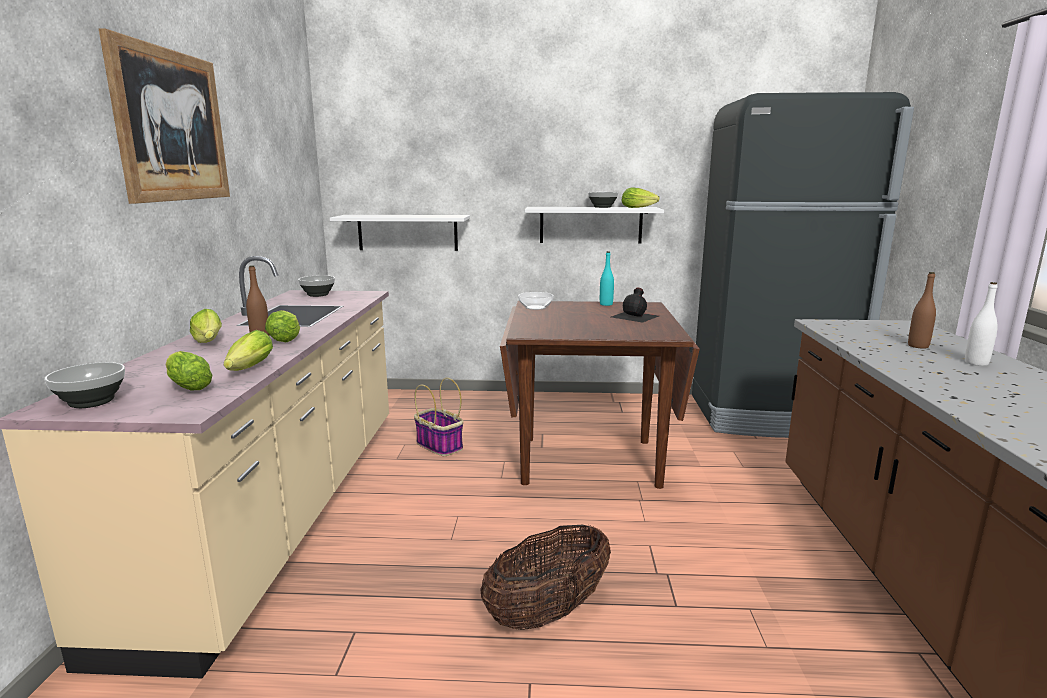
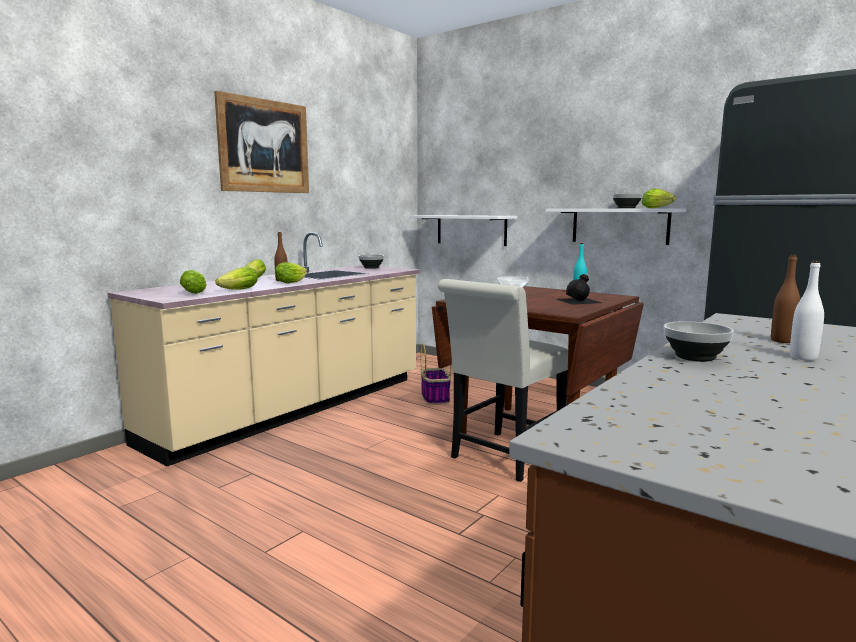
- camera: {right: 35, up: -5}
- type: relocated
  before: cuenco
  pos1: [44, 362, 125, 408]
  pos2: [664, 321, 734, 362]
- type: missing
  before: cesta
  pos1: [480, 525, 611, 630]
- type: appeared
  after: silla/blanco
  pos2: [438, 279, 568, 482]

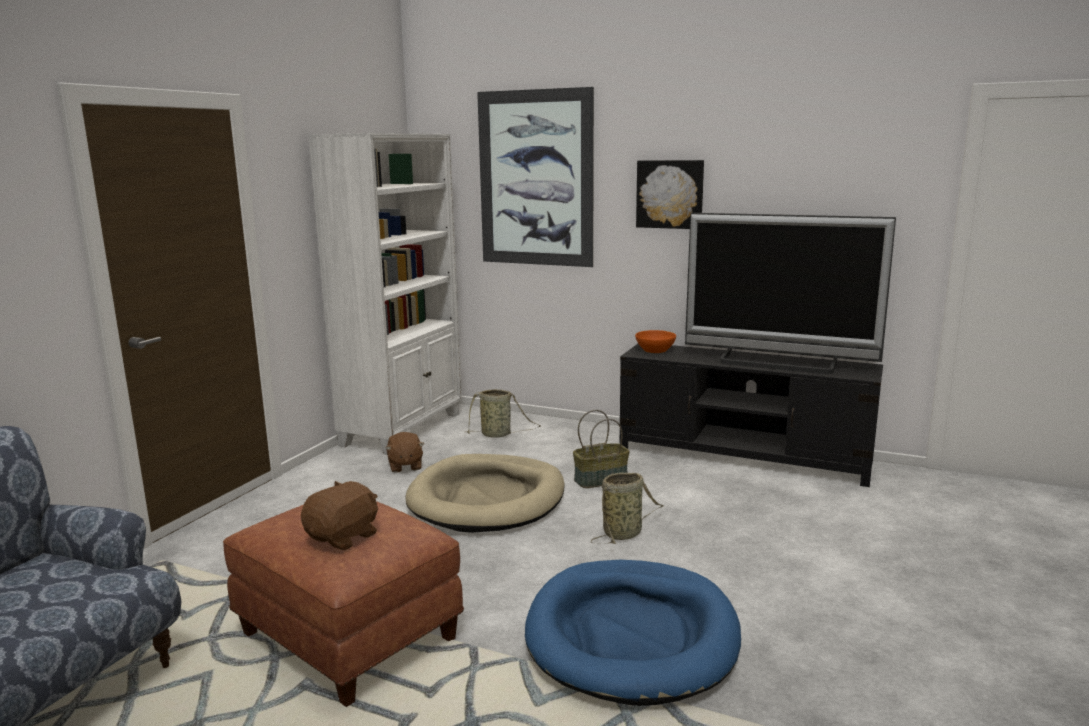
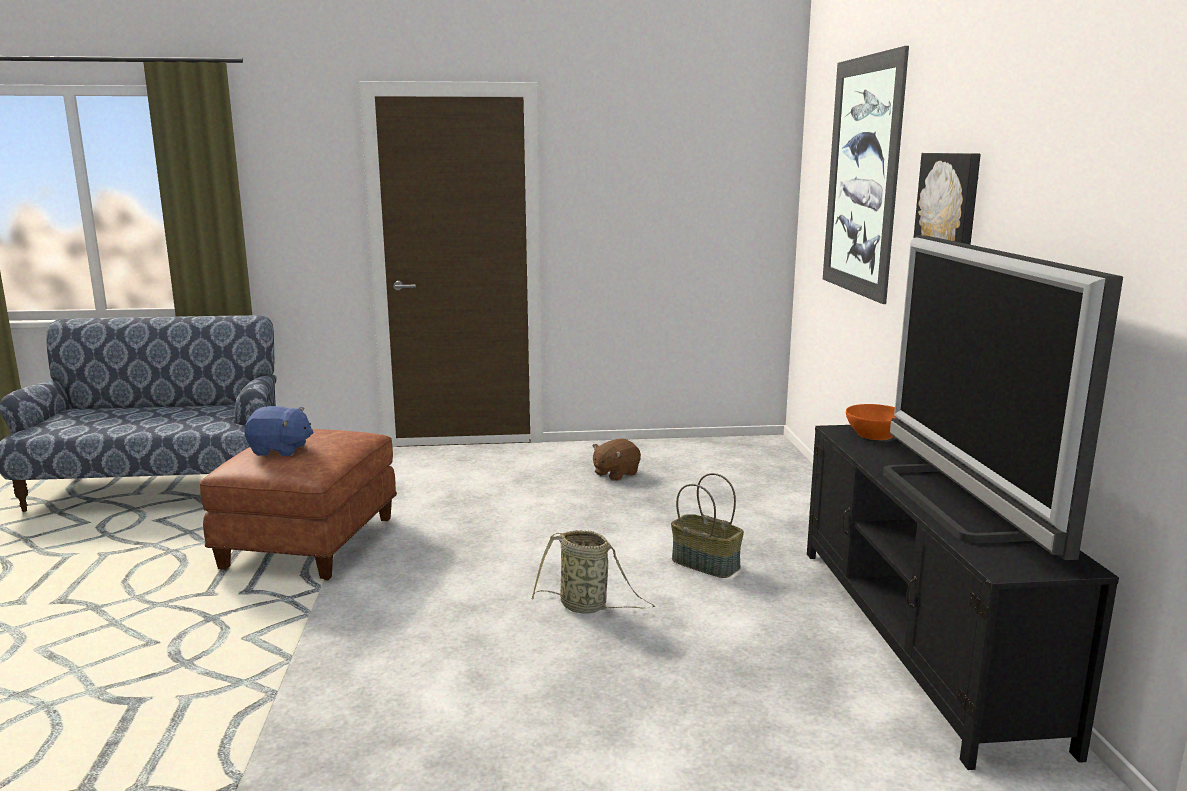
- camera: {right: 60, up: 0}
- type: colour
  before: peluche/marrón
  after: peluche/azul
  pos1: [301, 481, 378, 550]
  pos2: [244, 406, 313, 456]
- type: missing
  before: estantería/blanco
  pos1: [308, 133, 462, 455]
- type: missing
  before: cama para perro/beis
  pos1: [405, 454, 565, 533]
- type: missing
  before: cesta
  pos1: [465, 389, 541, 438]
- type: missing
  before: cama para perro/azul
  pos1: [525, 560, 741, 706]

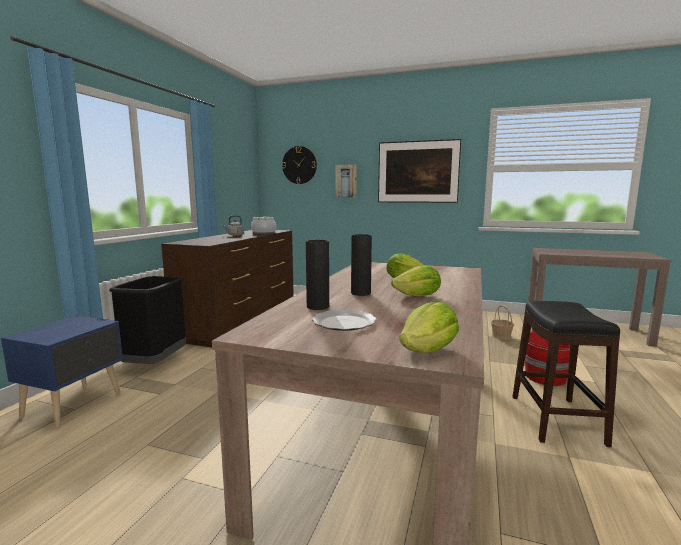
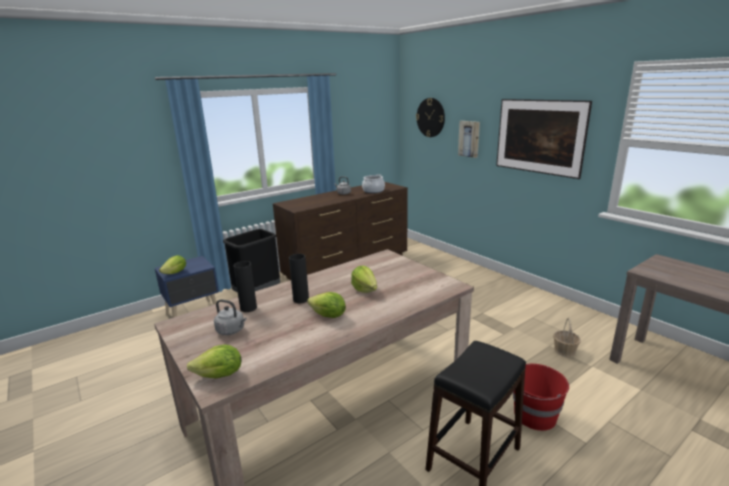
- camera: {right: 35, up: 10}
- type: exchanged
  before: plato
  after: hervidor/gris
  pos1: [312, 309, 377, 331]
  pos2: [214, 299, 247, 335]
- type: appeared
  after: lechuga
  pos2: [159, 255, 186, 274]

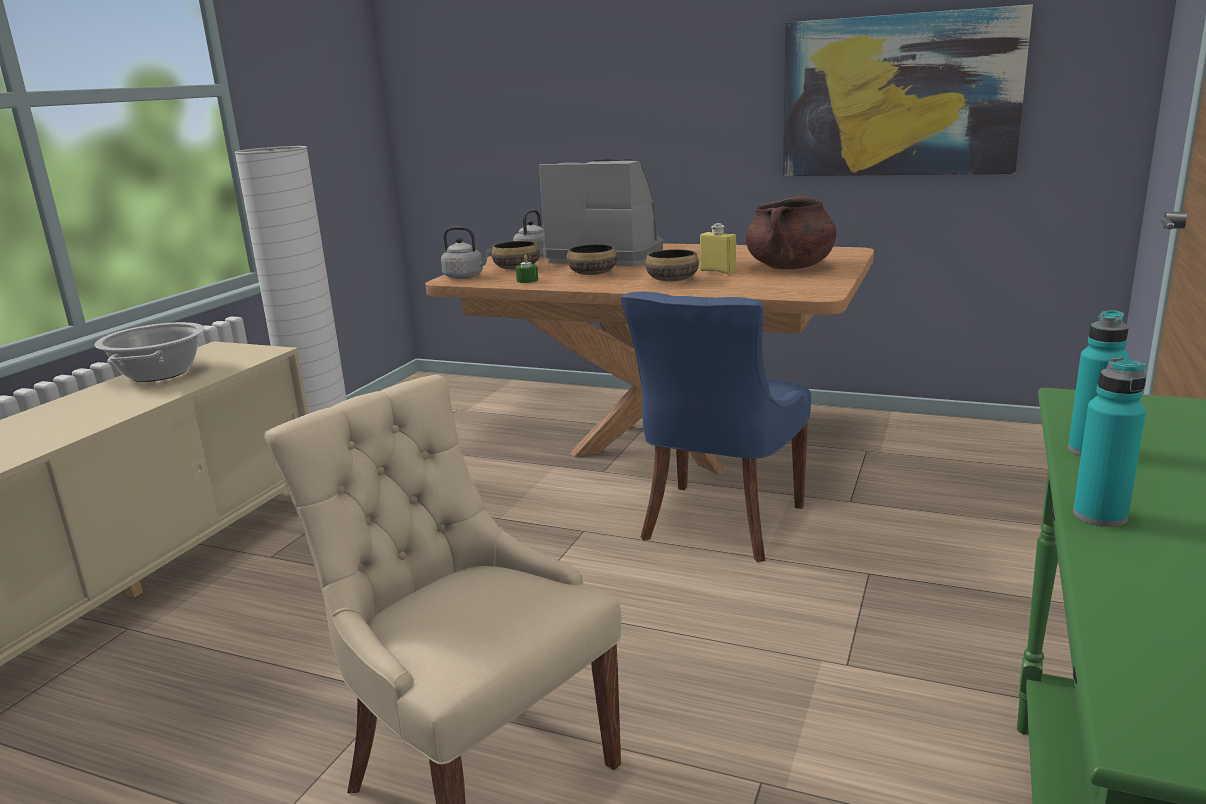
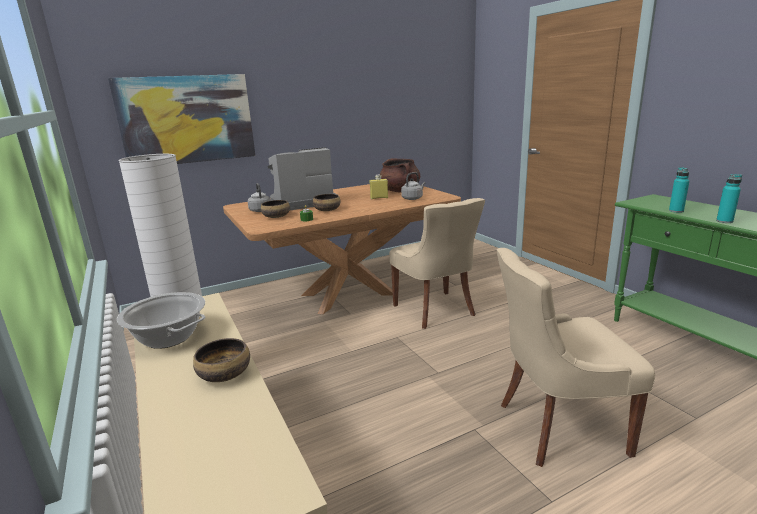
- camera: {right: -50, up: 0}
- type: relocated
  before: hervidor/gris
  pos1: [441, 227, 491, 279]
  pos2: [401, 172, 425, 200]
- type: colour
  before: silla/azul
  after: silla/beis
  pos1: [621, 291, 811, 562]
  pos2: [389, 198, 485, 329]
- type: relocated
  before: cuenco
  pos1: [646, 249, 699, 282]
  pos2: [193, 338, 250, 382]
- type: relocated
  before: cuadro
  pos1: [783, 4, 1033, 176]
  pos2: [108, 74, 255, 164]

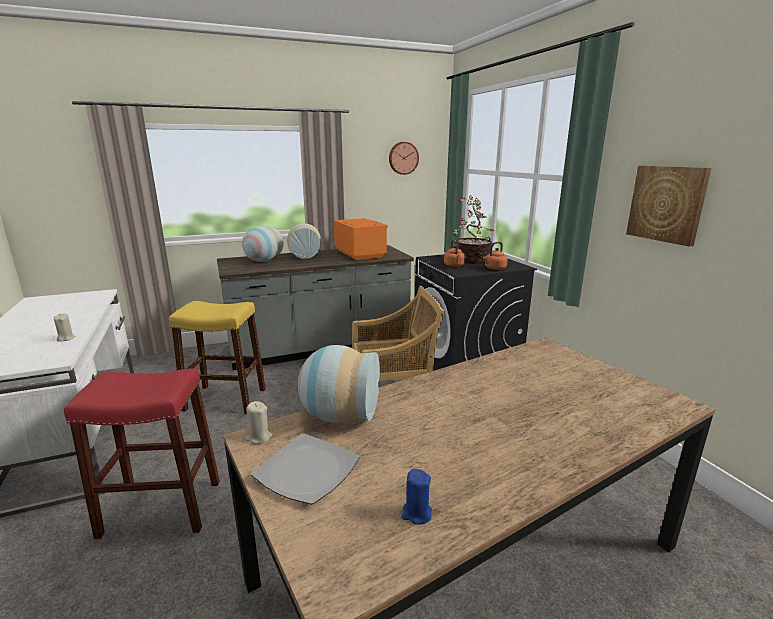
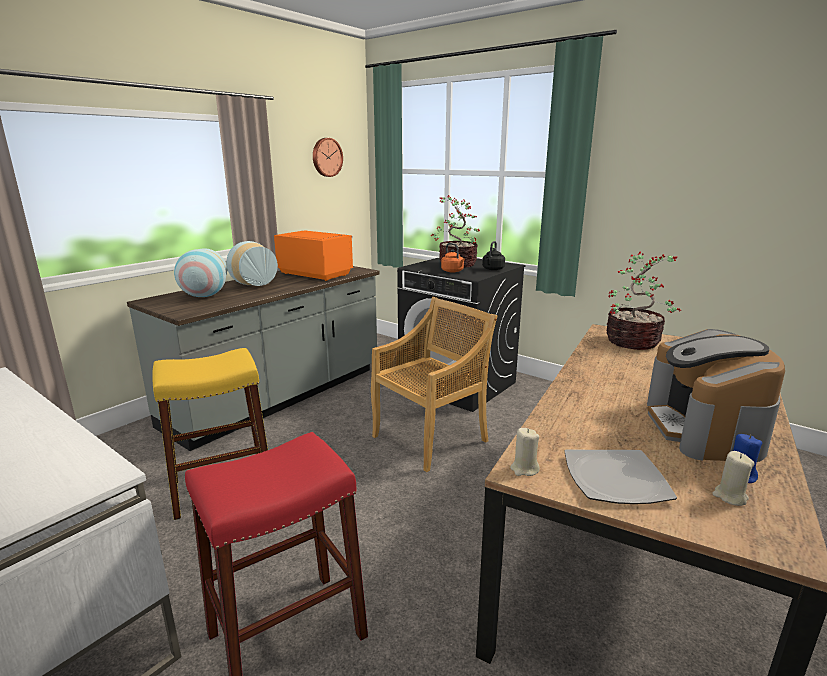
- camera: {right: -30, up: 0}
- type: relocated
  before: vela/beis
  pos1: [54, 313, 75, 342]
  pos2: [712, 451, 754, 506]
- type: missing
  before: florero
  pos1: [298, 345, 380, 422]
- type: colour
  before: hervidor/naranja
  after: hervidor/negro
  pos1: [483, 242, 508, 270]
  pos2: [482, 241, 505, 270]
- type: missing
  before: cuadro
  pos1: [626, 166, 711, 247]
- type: appeared
  after: planta en maceta
  pos2: [606, 251, 681, 350]
- type: appeared
  after: cafetera
  pos2: [647, 329, 785, 462]

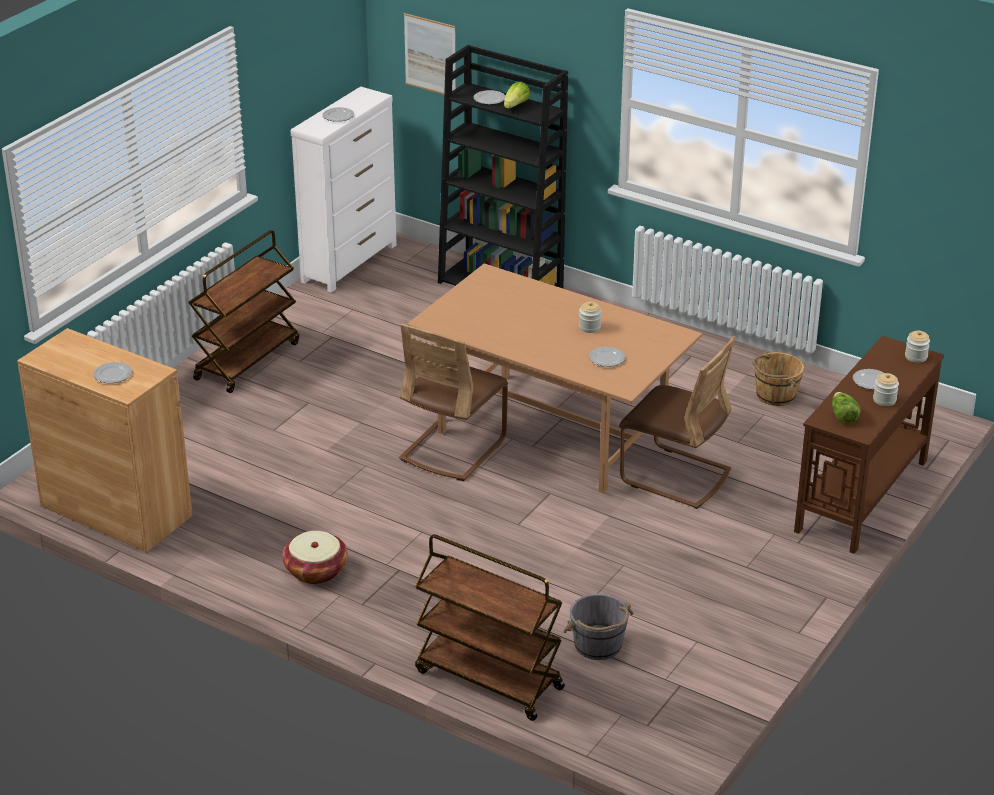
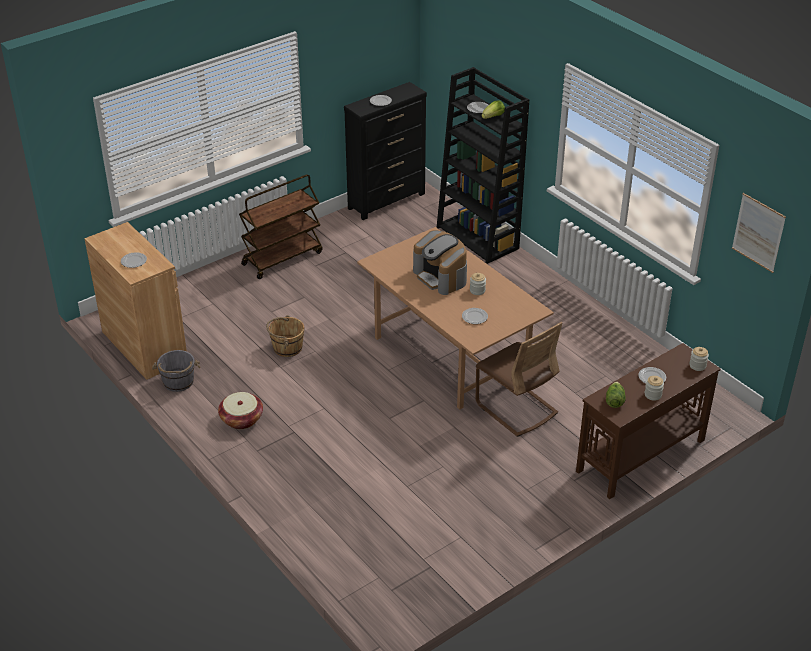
- camera: {right: 20, up: 5}
- type: colour
  before: cómoda/blanco
  after: cómoda/negro
  pos1: [291, 86, 397, 293]
  pos2: [344, 82, 427, 220]
- type: missing
  before: silla/marrón
  pos1: [399, 324, 508, 481]
- type: relocated
  before: cuadro
  pos1: [404, 13, 456, 94]
  pos2: [732, 193, 786, 273]
- type: missing
  before: carrito/marrón
  pos1: [415, 534, 565, 721]
- type: relocated
  before: cubo/gris
  pos1: [563, 594, 634, 660]
  pos2: [152, 350, 201, 392]
- type: relocated
  before: cubo/marrón
  pos1: [752, 351, 804, 406]
  pos2: [266, 315, 305, 357]
- type: appeared
  after: cafetera
  pos2: [413, 230, 467, 295]

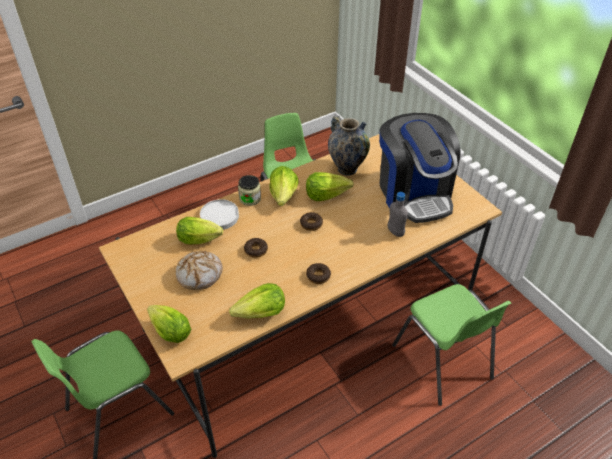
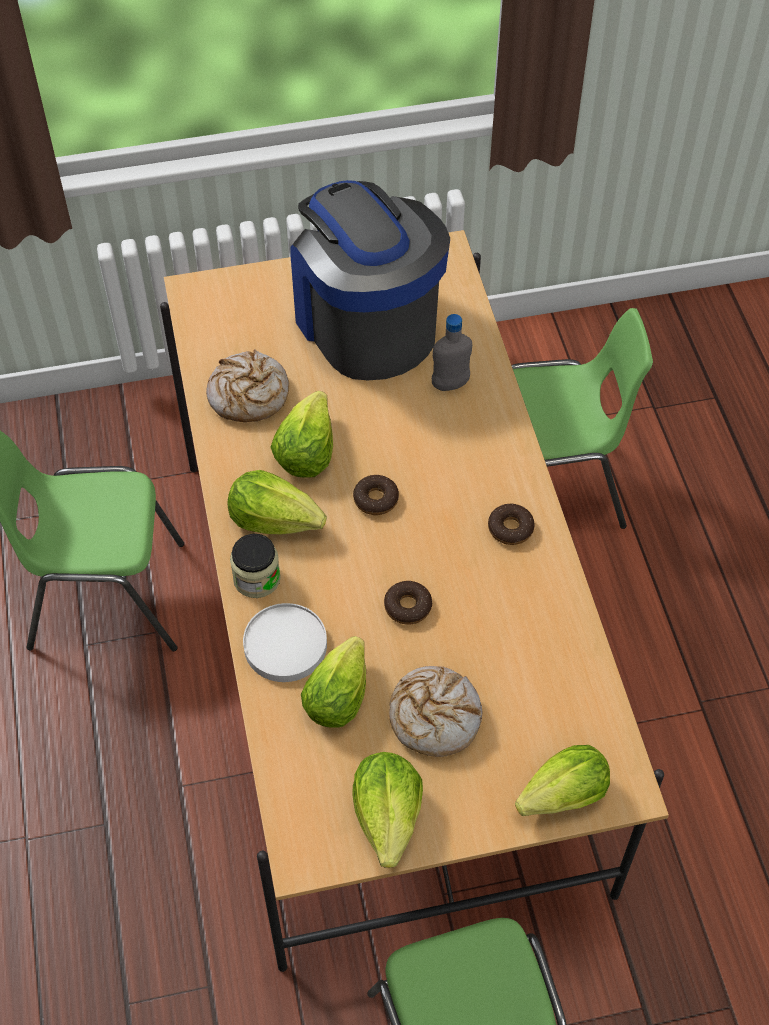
- camera: {right: -70, up: 10}
- type: relocated
  before: lechuga
  pos1: [229, 283, 285, 319]
  pos2: [352, 752, 423, 868]
- type: exchanged
  before: florero
  after: pan
  pos1: [328, 116, 370, 176]
  pos2: [206, 350, 289, 422]
- type: spun
  before: cafetera
  pos1: [379, 113, 461, 223]
  pos2: [290, 180, 450, 381]
  turn: -120

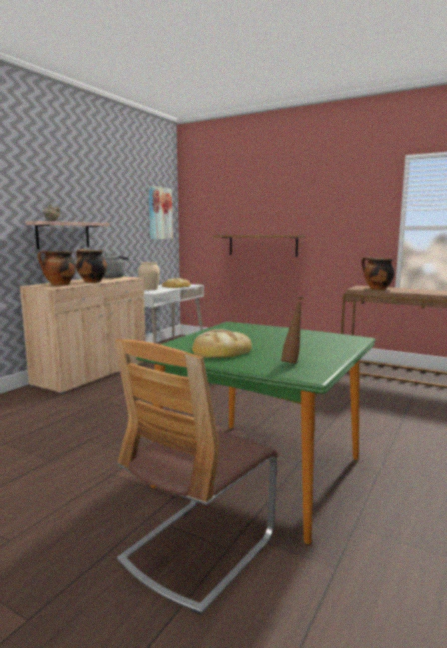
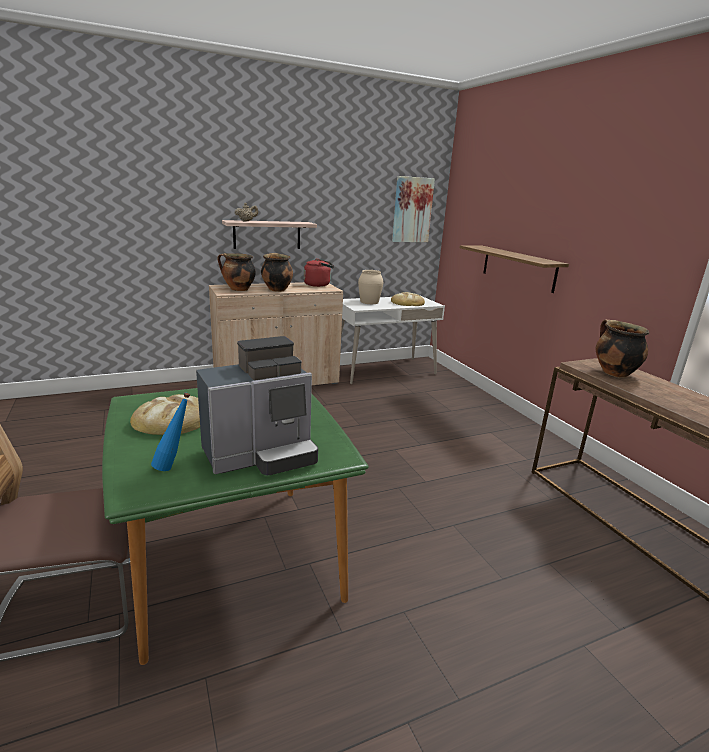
- camera: {right: 35, up: 10}
- type: colour
  before: hervidor/gris
  after: hervidor/rojo
  pos1: [104, 254, 129, 278]
  pos2: [304, 259, 334, 287]
- type: colour
  before: botella/marrón
  after: botella/azul
  pos1: [281, 297, 303, 364]
  pos2: [151, 393, 190, 471]
- type: appeared
  after: cafetera
  pos2: [196, 336, 318, 475]

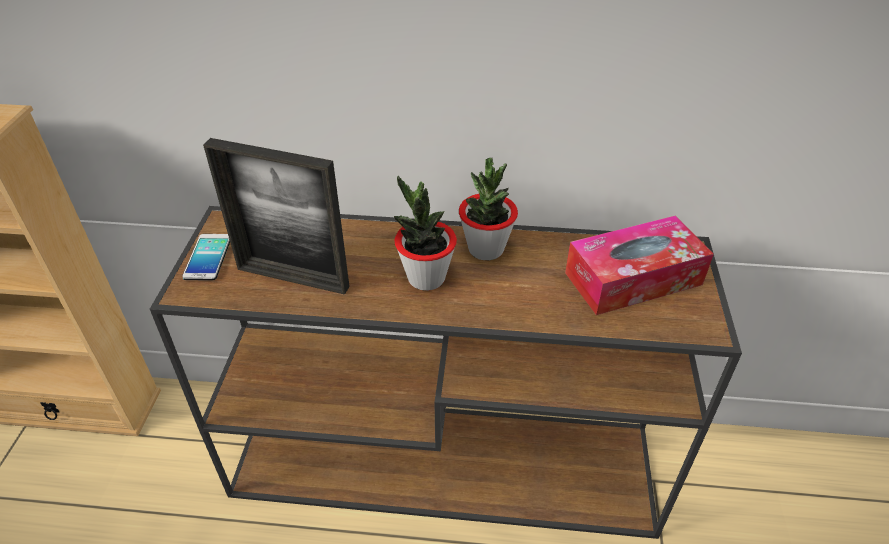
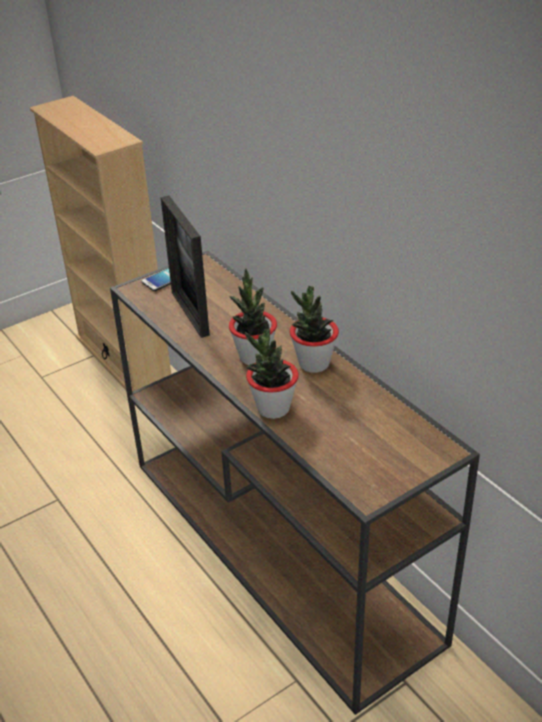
- camera: {right: 50, up: -5}
- type: missing
  before: caja de pañuelos
  pos1: [565, 215, 714, 315]
- type: appeared
  after: planta en maceta
  pos2: [245, 328, 298, 419]

